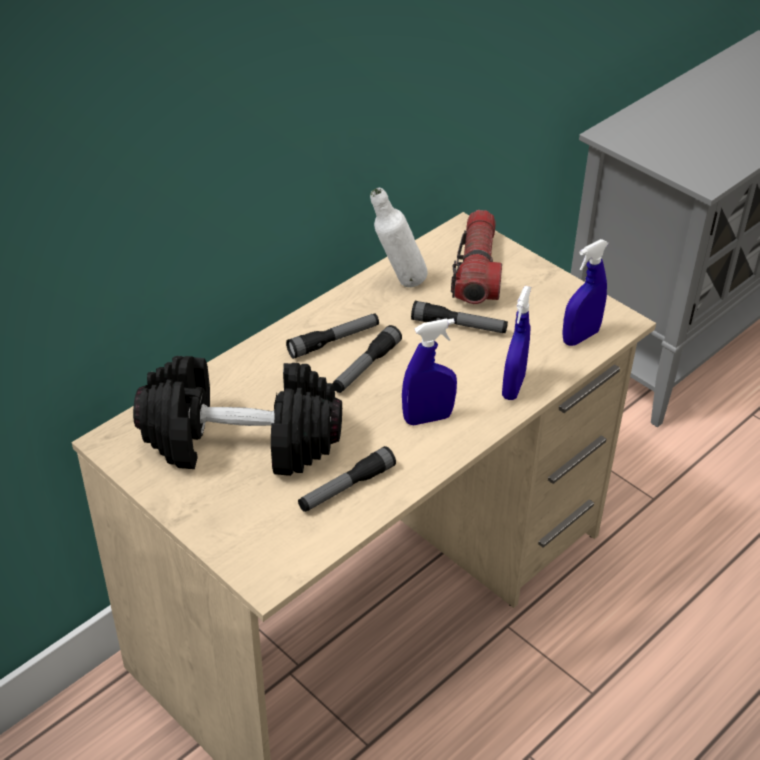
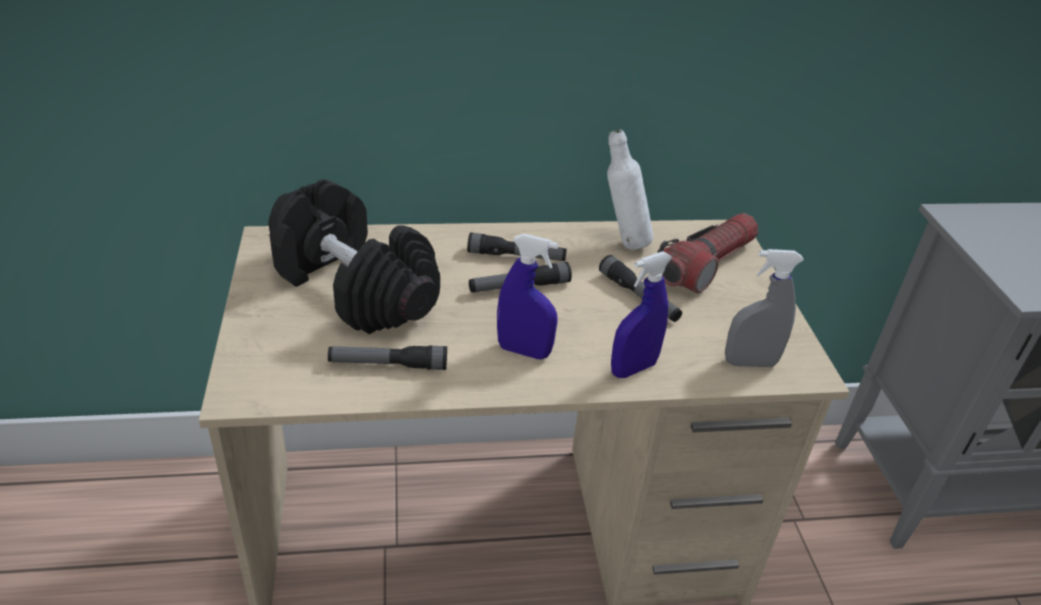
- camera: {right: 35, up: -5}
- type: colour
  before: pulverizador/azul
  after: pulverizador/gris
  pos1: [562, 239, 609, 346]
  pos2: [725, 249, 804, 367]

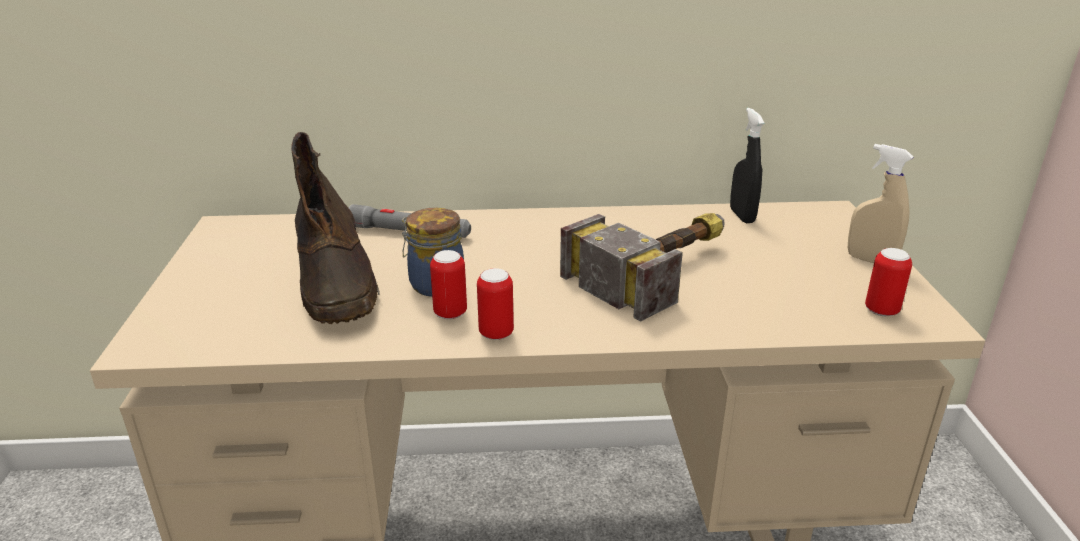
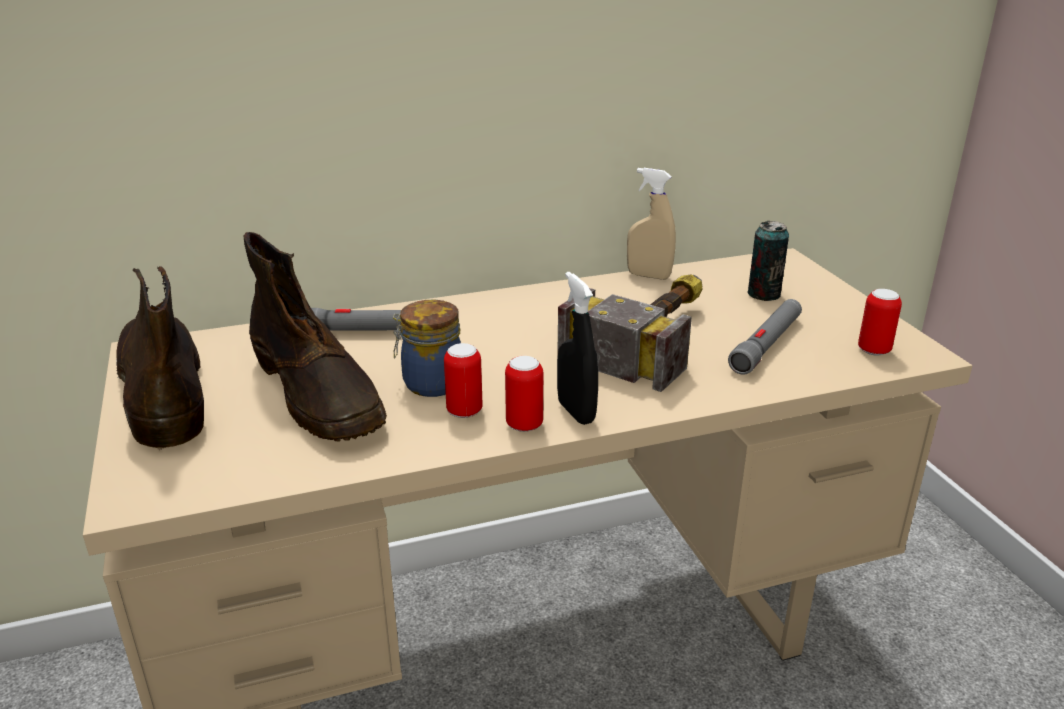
- camera: {right: -15, up: 0}
- type: relocated
  before: pulverizador/negro
  pos1: [730, 108, 764, 223]
  pos2: [557, 272, 598, 425]
- type: relocated
  before: pulverizador/beis
  pos1: [848, 144, 913, 263]
  pos2: [627, 168, 676, 280]
- type: appeared
  after: bota/marrón
  pos2: [116, 266, 204, 450]
- type: appeared
  after: linterna/gris
  pos2: [728, 299, 802, 375]
- type: appeared
  after: lata
  pos2: [747, 221, 789, 301]

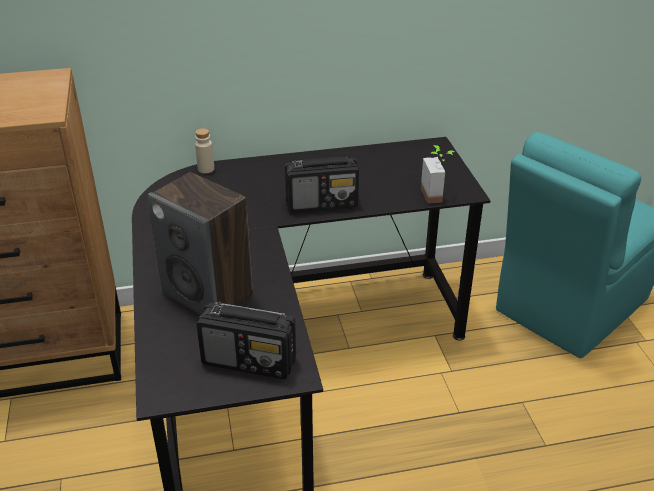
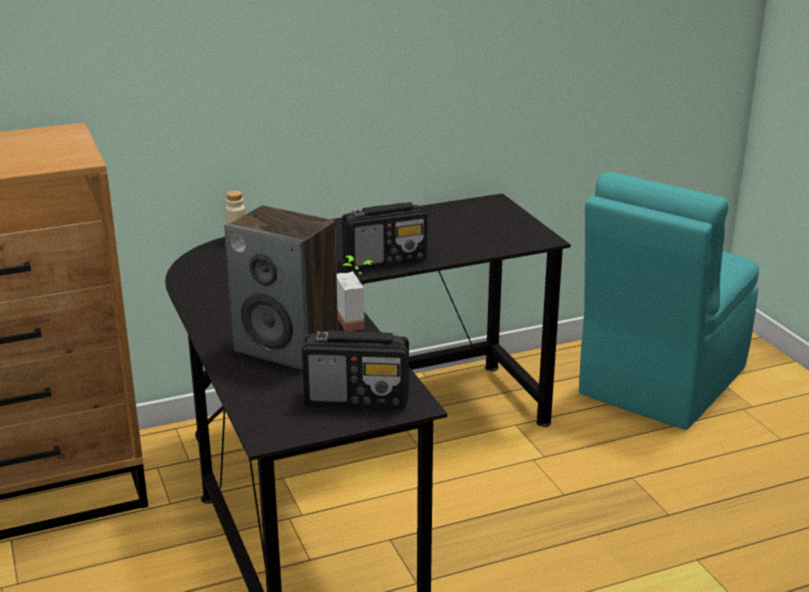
- camera: {right: -10, up: -10}
- type: relocated
  before: planta en maceta
  pos1: [421, 145, 455, 204]
  pos2: [337, 255, 374, 331]

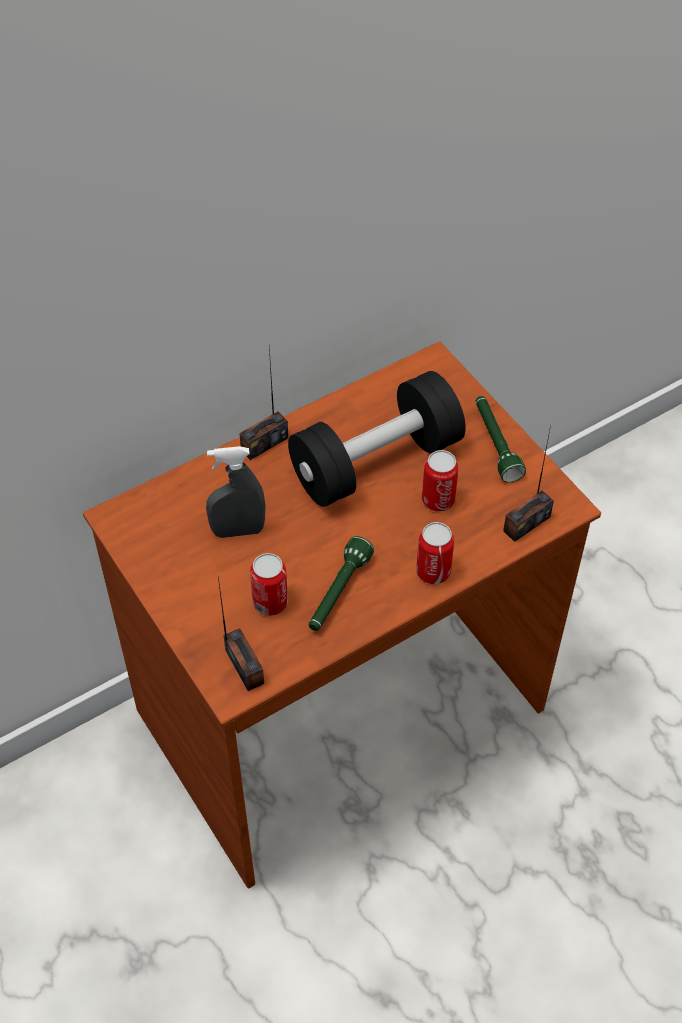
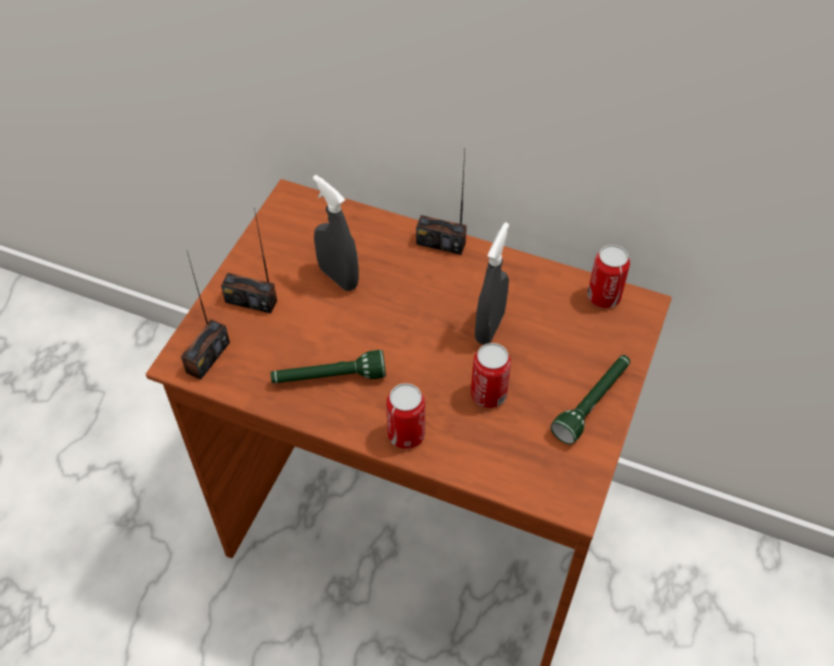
- camera: {right: 55, up: 0}
- type: relocated
  before: lata
  pos1: [250, 553, 288, 616]
  pos2: [587, 245, 630, 308]
- type: exchanged
  before: mancuerna/negro
  after: pulverizador/gris
  pos1: [288, 371, 466, 507]
  pos2: [475, 222, 509, 345]
- type: relocated
  before: radio
  pos1: [503, 425, 554, 542]
  pos2: [221, 208, 277, 313]

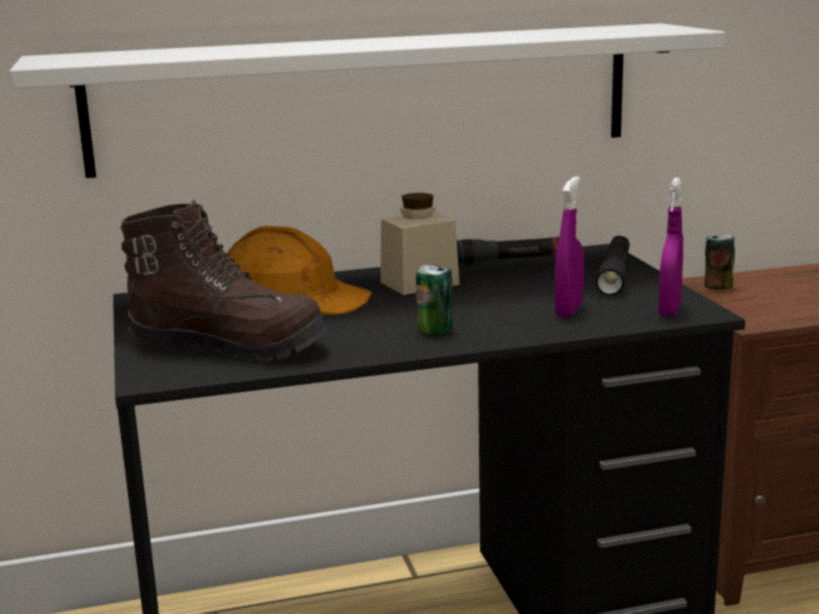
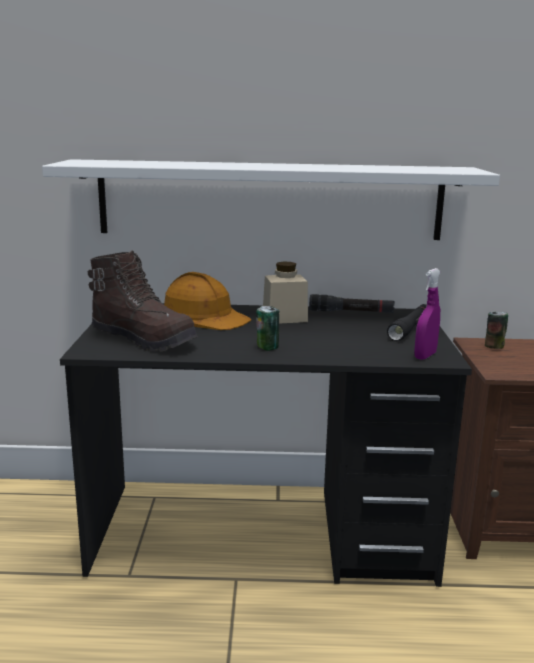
- camera: {right: 15, up: 0}
- type: missing
  before: pulverizador/morado
  pos1: [555, 176, 584, 317]

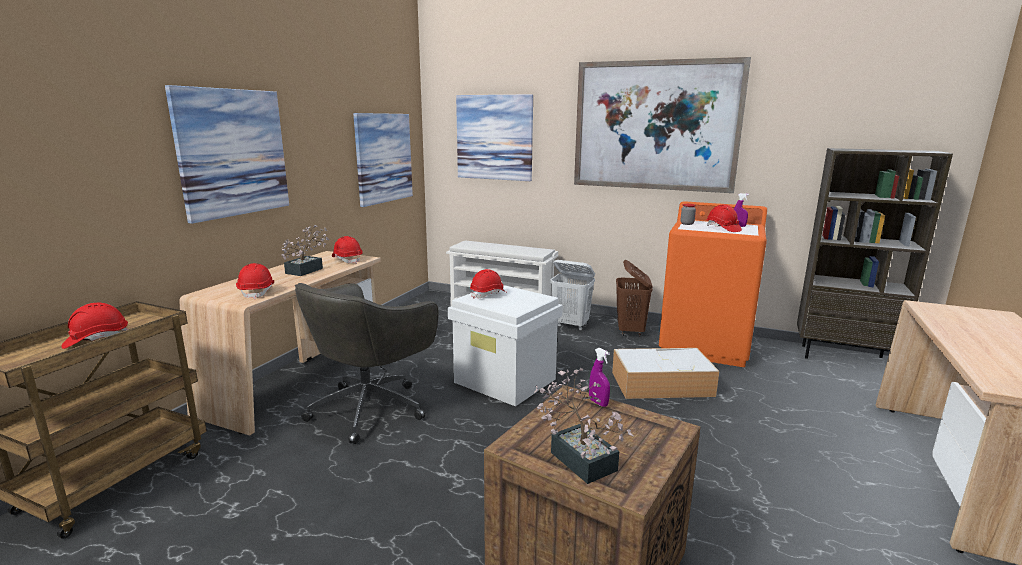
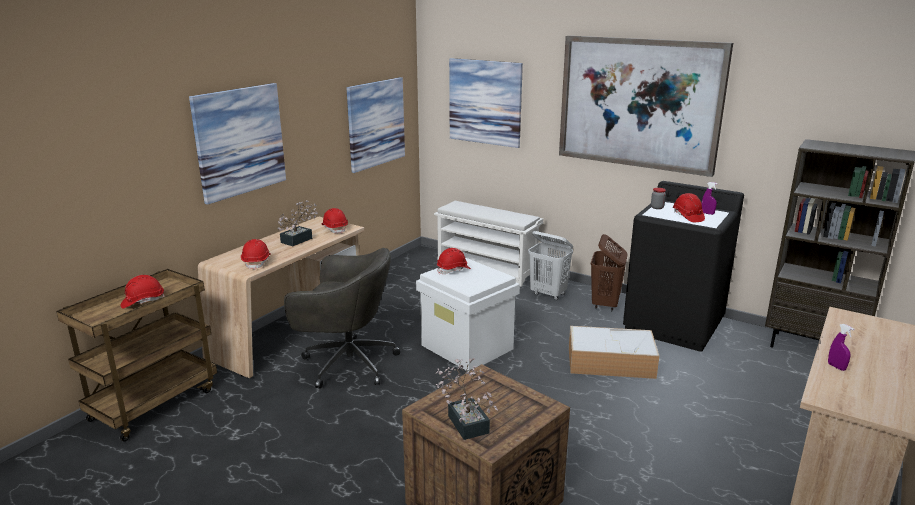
- camera: {right: 10, up: 5}
- type: spun
  before: silla de oficina/gris
  pos1: [295, 283, 439, 444]
  pos2: [284, 248, 400, 388]
  turn: -120
- type: relocated
  before: pulverizador/morado
  pos1: [589, 348, 610, 407]
  pos2: [828, 324, 854, 371]
- type: colour
  before: lavadora/naranja
  after: lavadora/negro
  pos1: [659, 201, 767, 367]
  pos2: [623, 181, 744, 352]

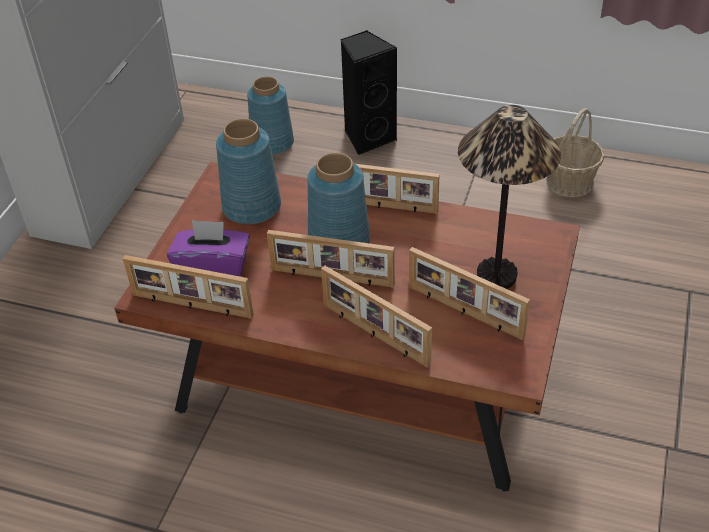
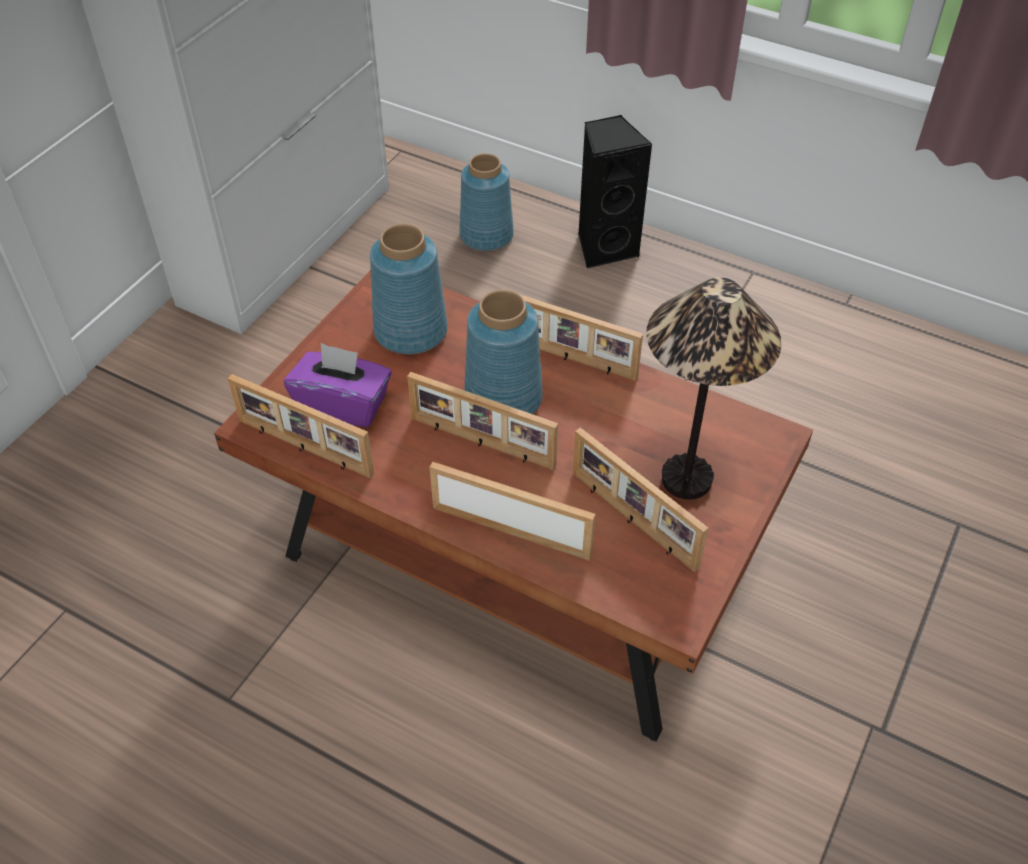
- camera: {right: 10, up: 5}
- type: spun
  before: portarretratos
  pos1: [321, 266, 432, 368]
  pos2: [430, 462, 596, 561]
  turn: 150
- type: missing
  before: cesta
  pos1: [546, 108, 605, 197]

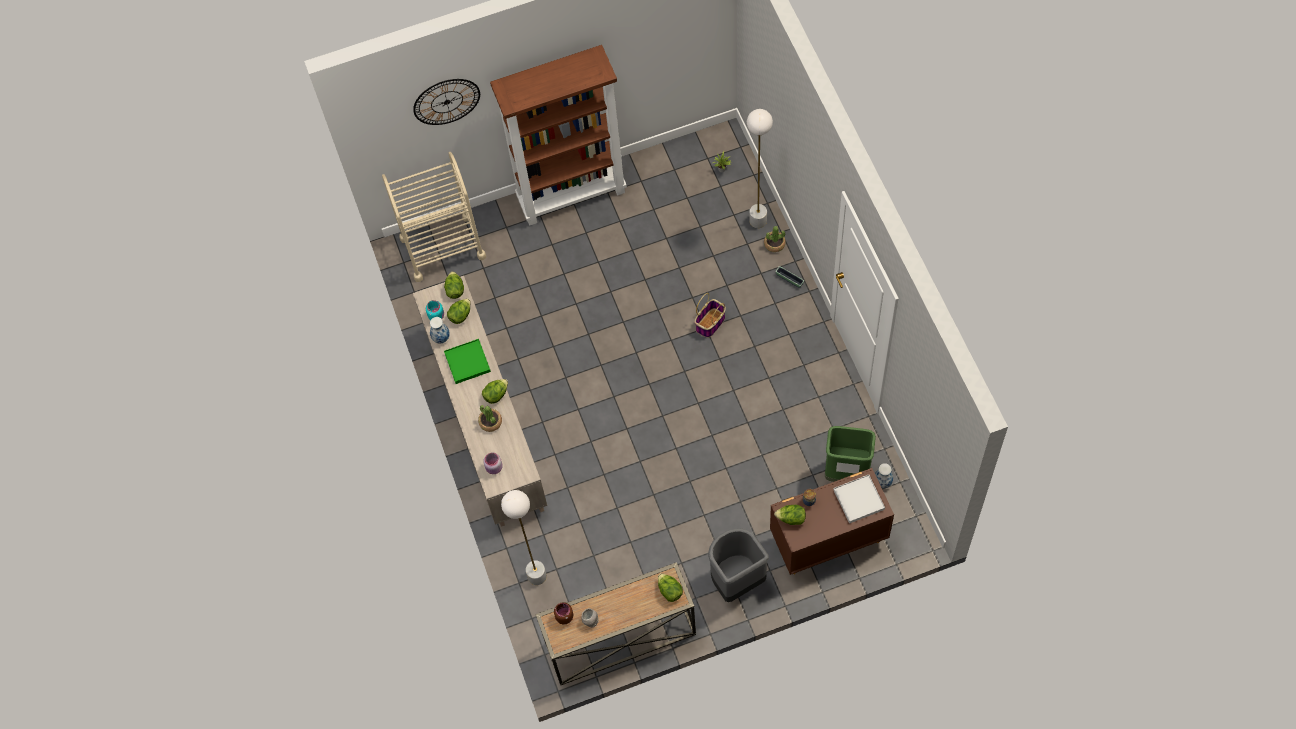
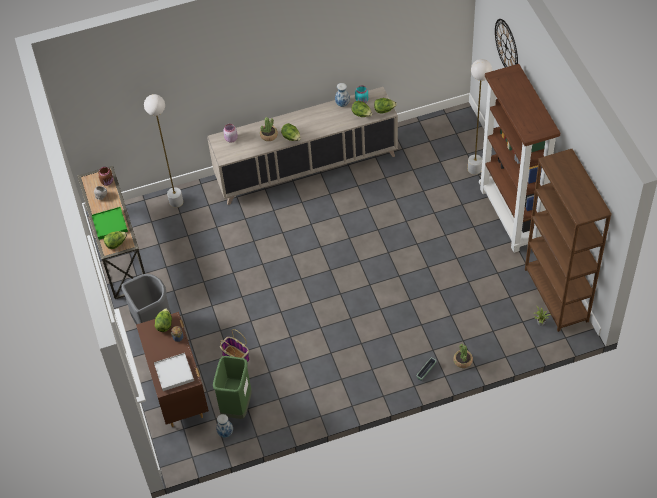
- camera: {right: 90, up: -10}
- type: missing
  before: carrito/beis
  pos1: [382, 152, 486, 282]
- type: relocated
  before: bandeja/verde
  pos1: [444, 339, 491, 384]
  pos2: [92, 207, 128, 240]
- type: relocated
  before: cesta
  pos1: [695, 293, 726, 338]
  pos2: [220, 329, 250, 362]
- type: relocated
  before: lámpara de pie/blanco
  pos1: [747, 109, 773, 228]
  pos2: [468, 59, 492, 175]
- type: appeared
  after: estantería/marrón
  pos2: [525, 149, 612, 332]

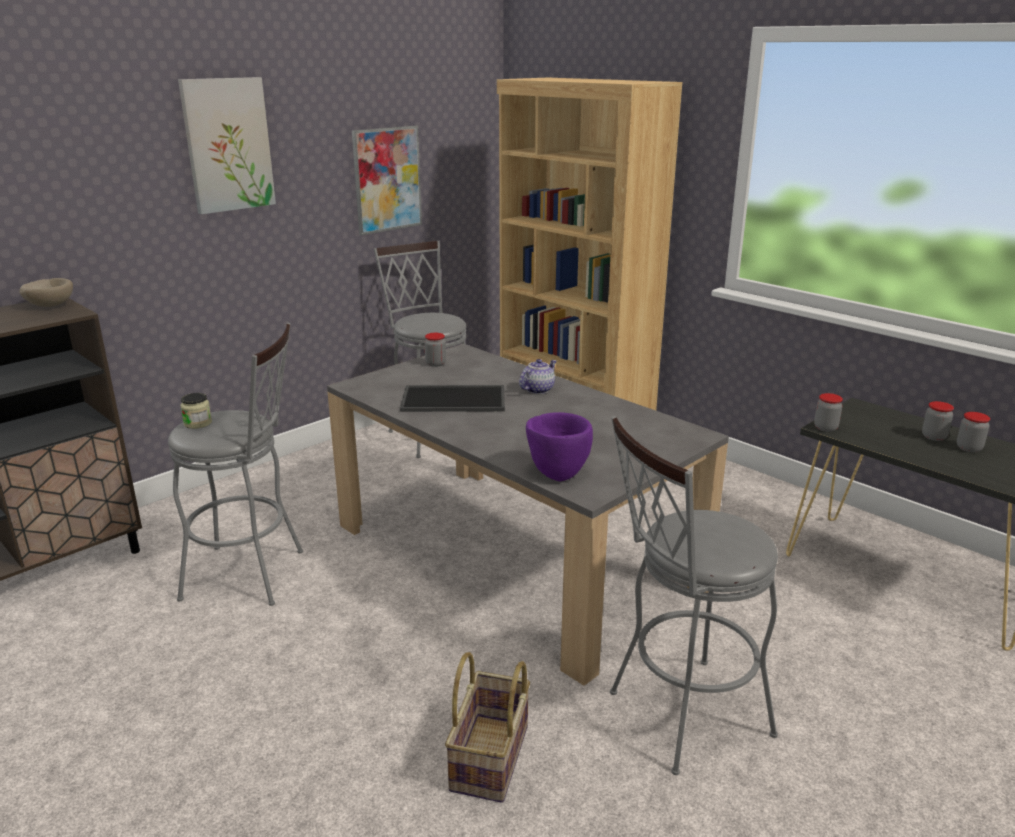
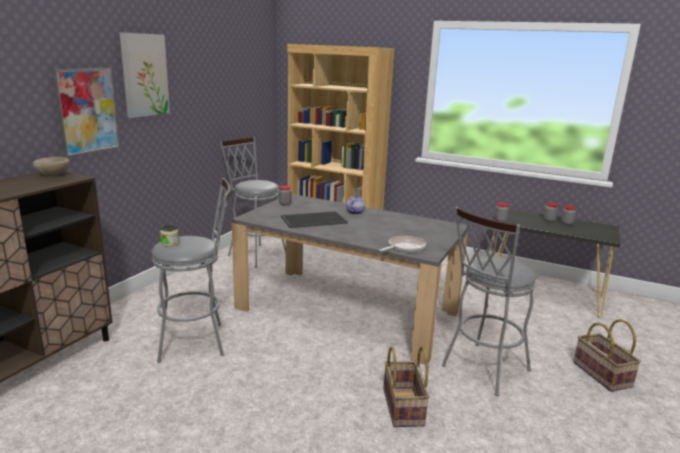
- camera: {right: -20, up: -5}
- type: relocated
  before: cuadro
  pos1: [352, 126, 422, 235]
  pos2: [52, 68, 119, 157]
- type: exchanged
  before: cuenco/morado
  after: sartén
  pos1: [526, 412, 593, 481]
  pos2: [379, 236, 426, 253]
- type: appeared
  after: cesta
  pos2: [573, 319, 641, 392]

